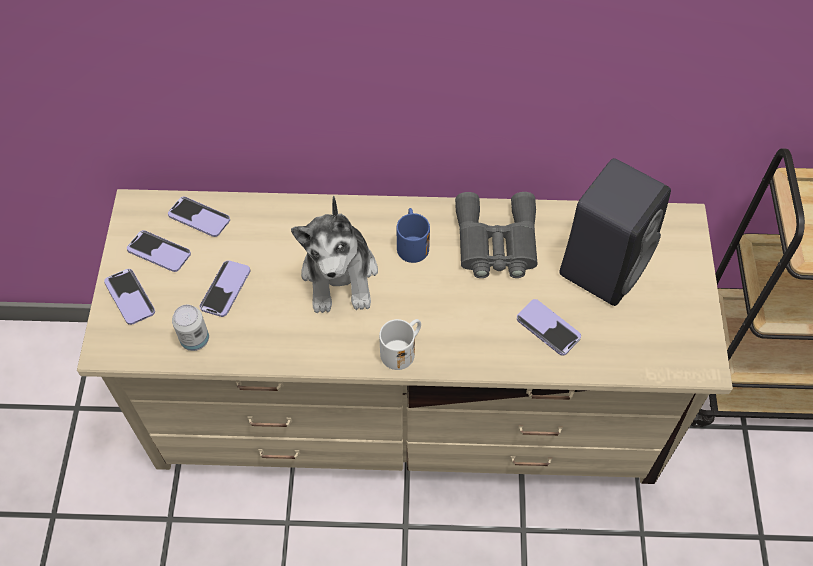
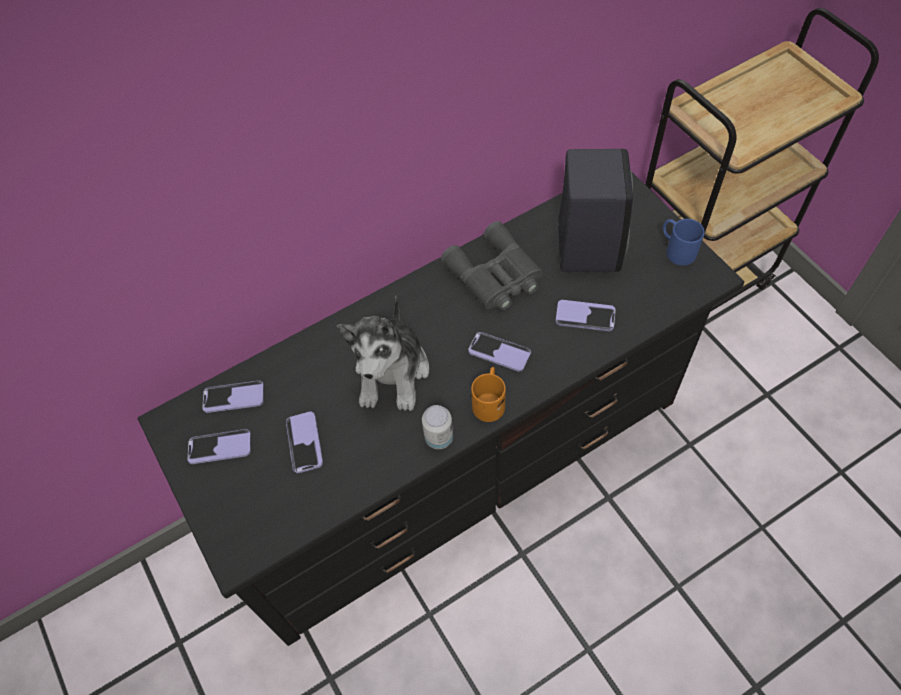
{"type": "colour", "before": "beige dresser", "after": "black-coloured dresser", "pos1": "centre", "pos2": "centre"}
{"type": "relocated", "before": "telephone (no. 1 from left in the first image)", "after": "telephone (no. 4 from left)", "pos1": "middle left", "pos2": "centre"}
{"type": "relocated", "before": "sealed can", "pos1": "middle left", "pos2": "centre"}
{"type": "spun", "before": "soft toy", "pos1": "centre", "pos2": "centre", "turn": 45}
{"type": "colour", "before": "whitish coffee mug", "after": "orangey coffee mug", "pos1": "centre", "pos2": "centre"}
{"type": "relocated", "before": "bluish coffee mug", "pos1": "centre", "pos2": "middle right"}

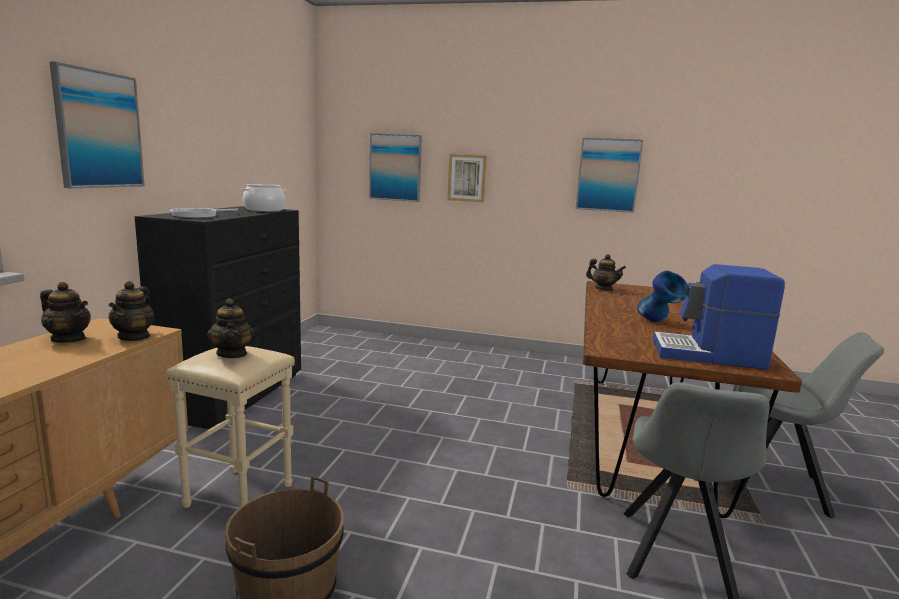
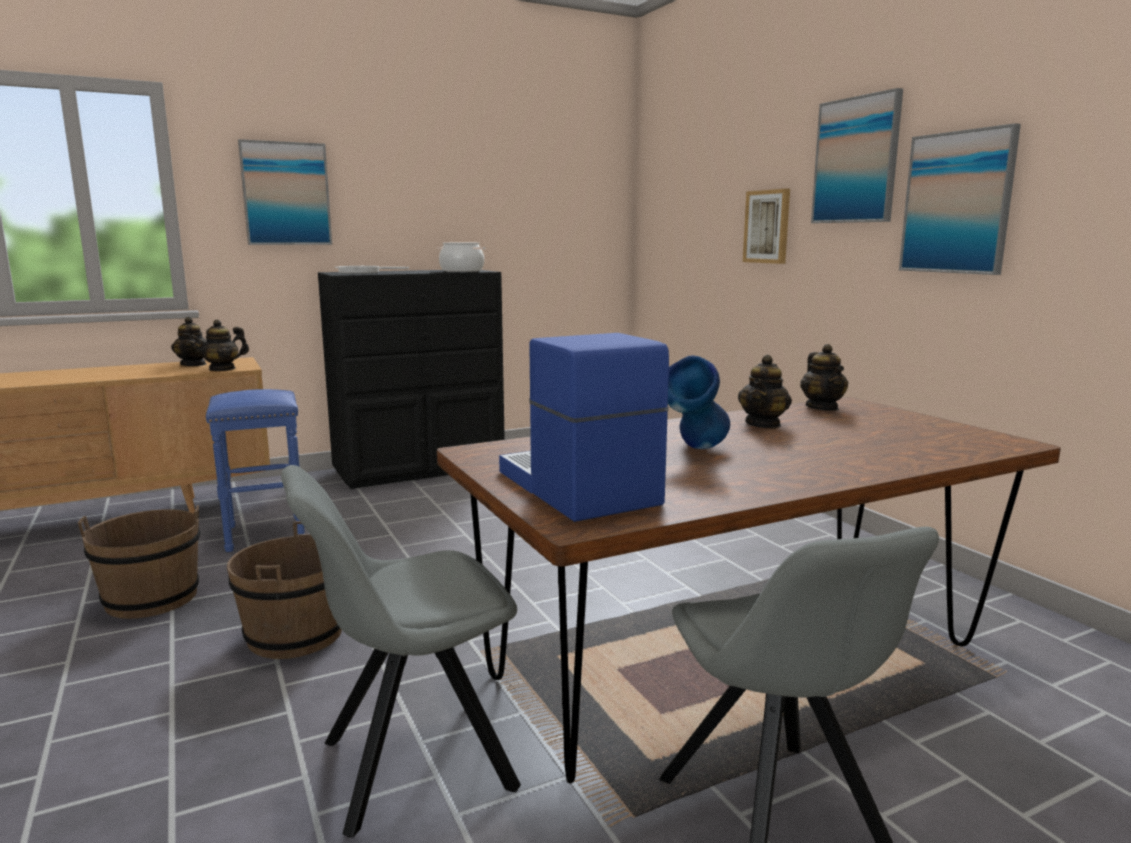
{"type": "colour", "before": "beige sitting stool", "after": "bluish sitting stool", "pos1": "bottom left", "pos2": "middle left"}
{"type": "relocated", "before": "tea pot (no. 3 from left)", "pos1": "middle left", "pos2": "middle right"}
{"type": "relocated", "before": "wall art (no. 2 from left in the first image)", "after": "wall art (no. 3 from left)", "pos1": "top centre", "pos2": "top right"}
{"type": "appeared", "after": "brown-coloured bucket (no. 2 from left)", "pos2": "bottom left"}

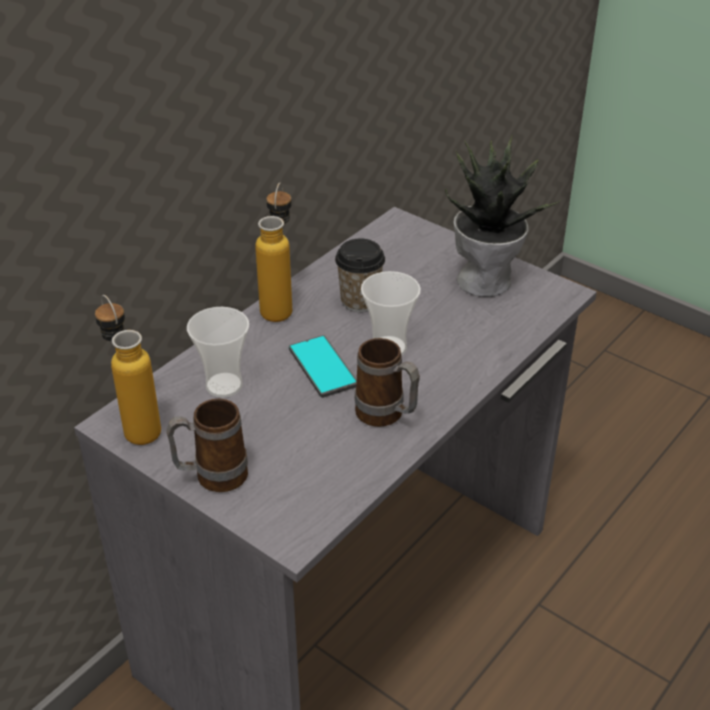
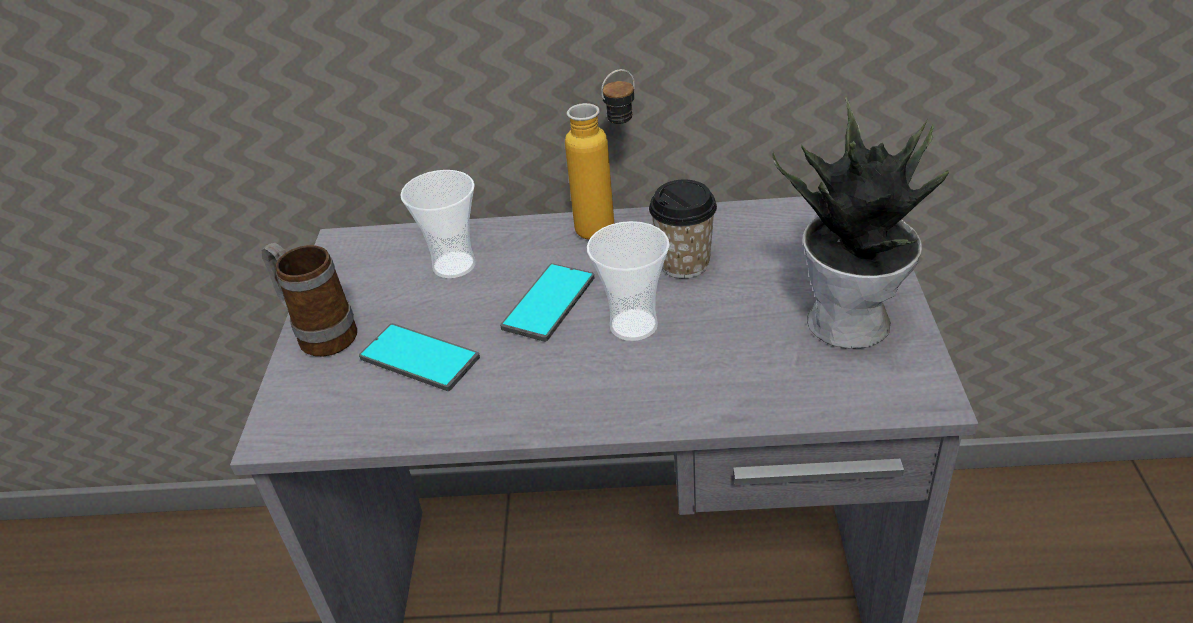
{"type": "missing", "before": "bottle (no. 1 from left)", "pos1": "middle left"}
{"type": "missing", "before": "coffee mug (no. 2 from left)", "pos1": "centre"}
{"type": "appeared", "after": "telephone (no. 1 from left)", "pos2": "centre"}

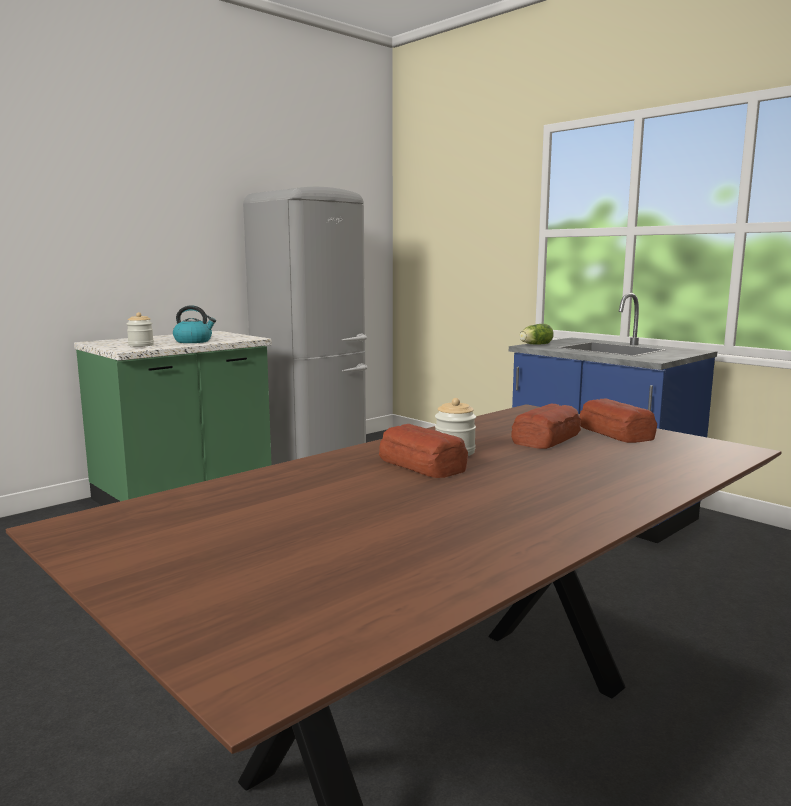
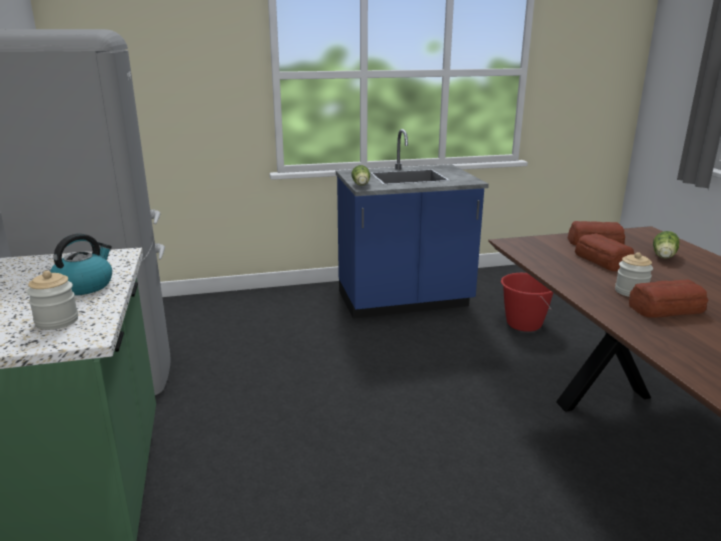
{"type": "appeared", "after": "red-coloured bucket", "pos2": "middle right"}
{"type": "appeared", "after": "head of lettuce (no. 2 from left)", "pos2": "middle right"}

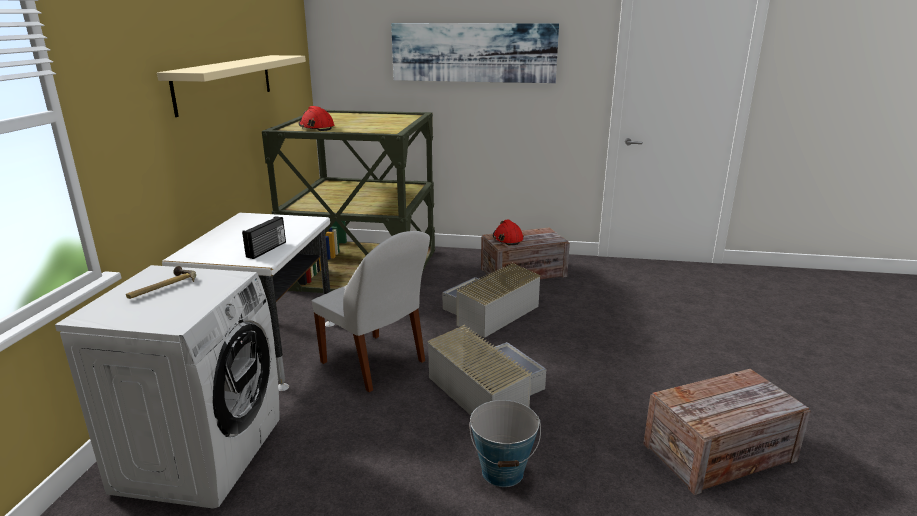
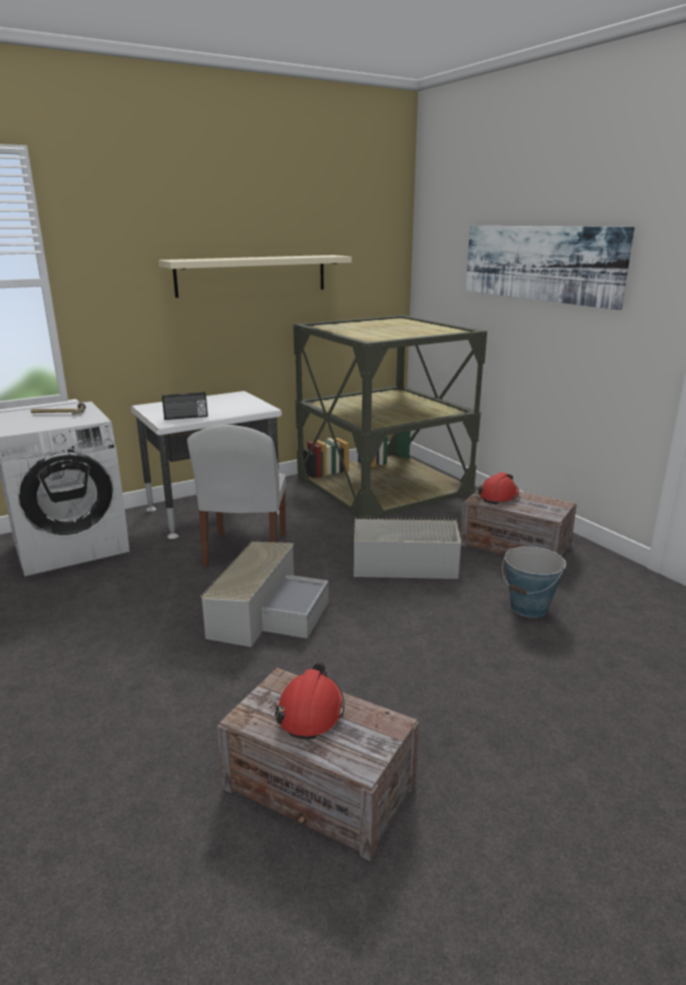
{"type": "relocated", "before": "red-coloured hard hat (no. 1 from left)", "pos1": "top centre", "pos2": "bottom centre"}
{"type": "relocated", "before": "bucket", "pos1": "bottom centre", "pos2": "middle right"}

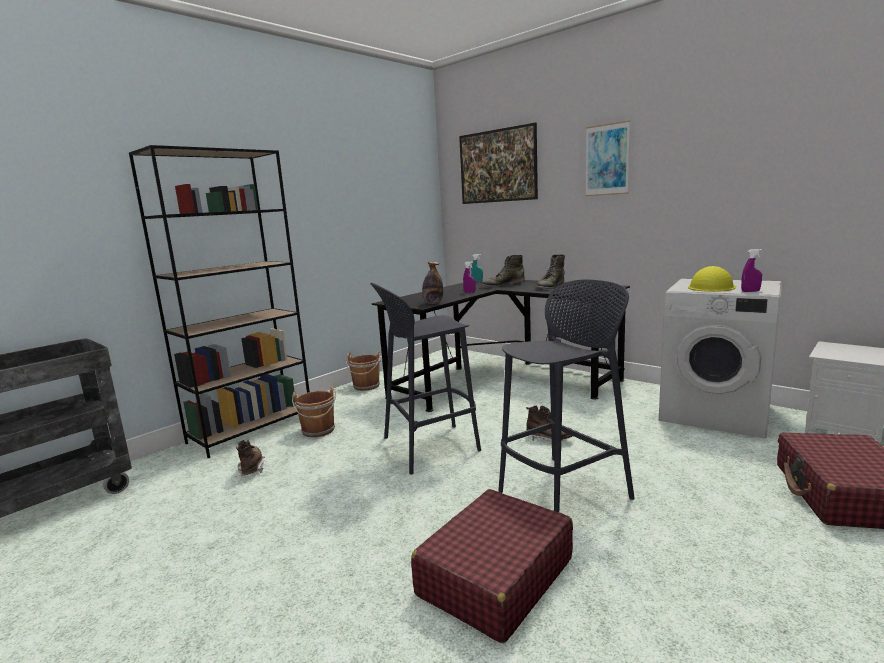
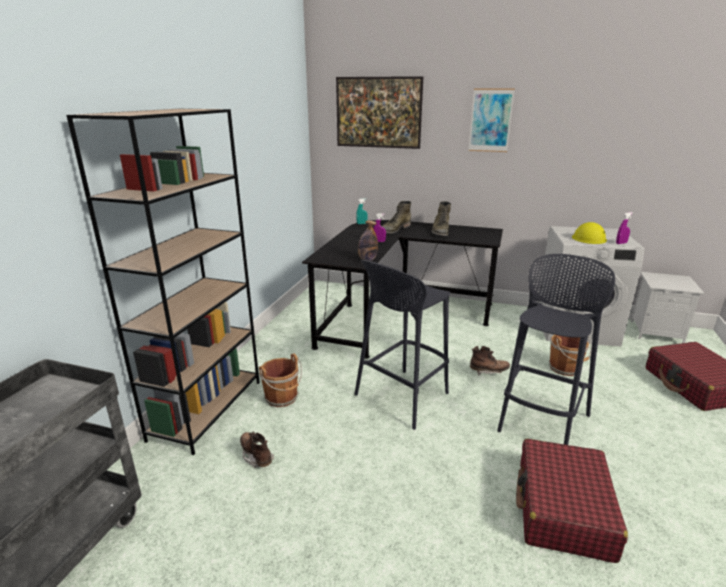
{"type": "relocated", "before": "brown-coloured bucket (no. 2 from left)", "pos1": "centre", "pos2": "middle right"}

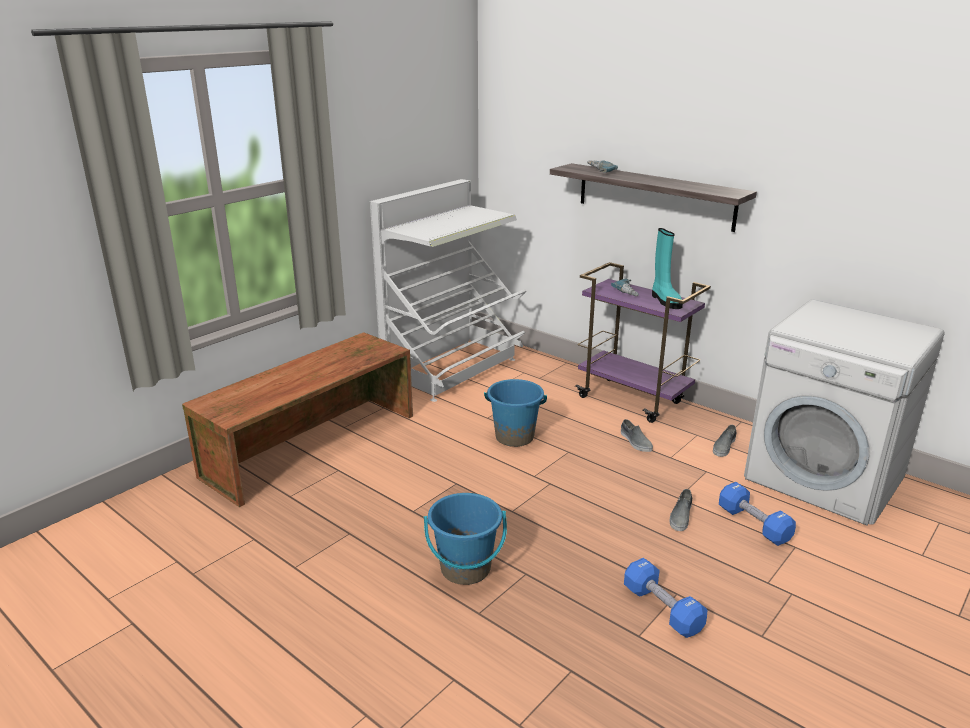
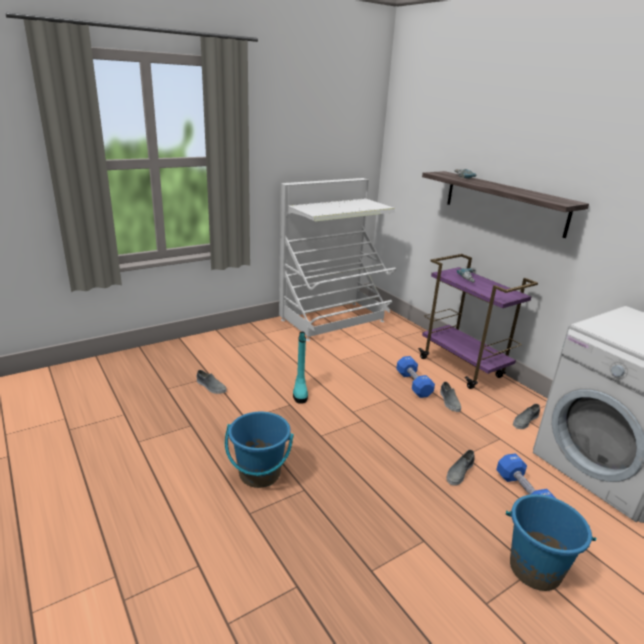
{"type": "missing", "before": "brown-coloured long seat", "pos1": "middle left"}
{"type": "relocated", "before": "bluish bucket (no. 2 from left)", "pos1": "centre", "pos2": "bottom right"}
{"type": "relocated", "before": "bluish hand weight (no. 1 from left)", "pos1": "bottom right", "pos2": "centre"}
{"type": "relocated", "before": "turquoise-coloured high-top boot", "pos1": "middle right", "pos2": "centre"}
{"type": "appeared", "after": "greyish low shoe (no. 1 from left)", "pos2": "middle left"}

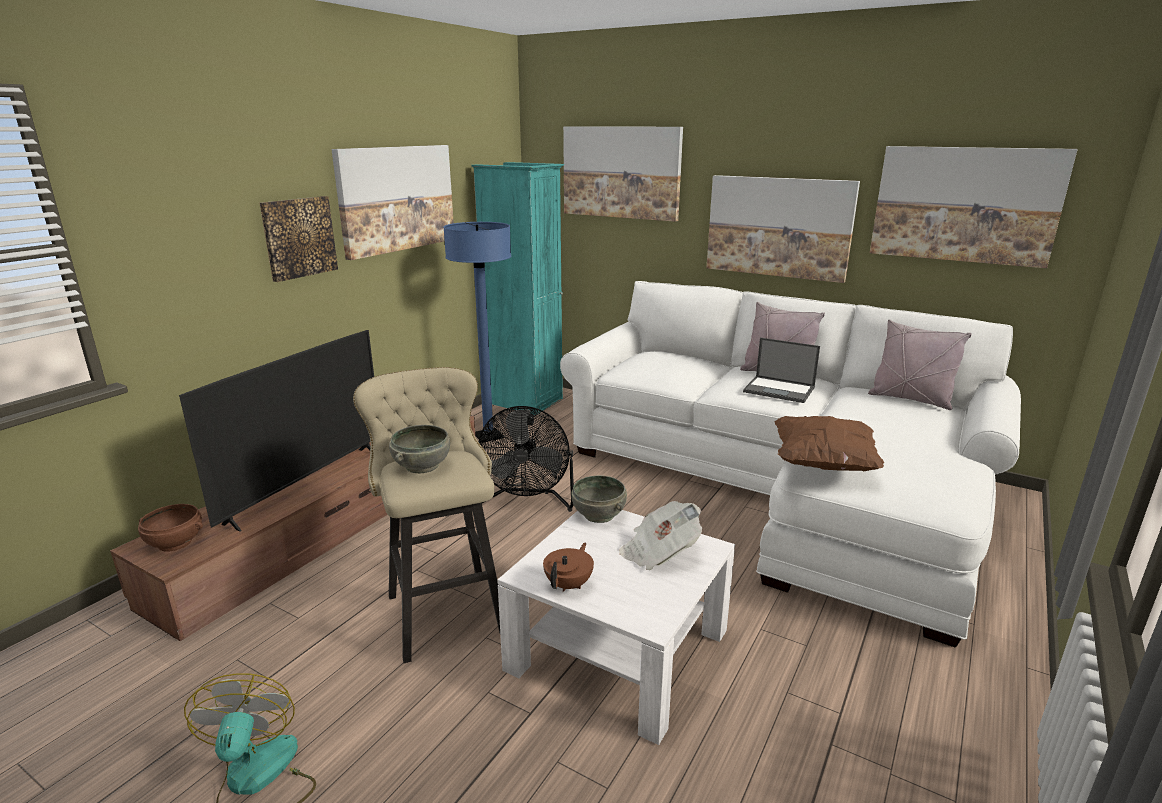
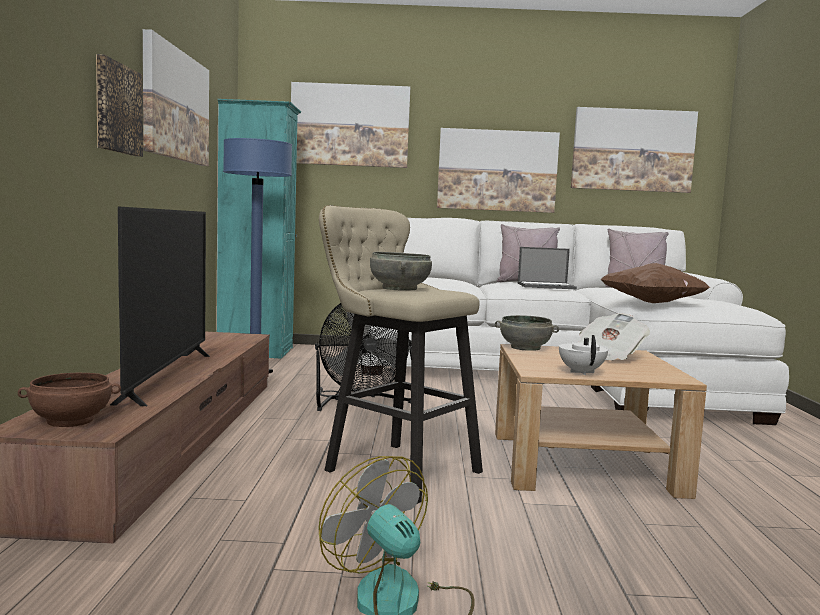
{"type": "colour", "before": "whitish coffee table", "after": "brown-coloured coffee table", "pos1": "bottom centre", "pos2": "bottom right"}
{"type": "colour", "before": "brown-coloured tea pot", "after": "whitish tea pot", "pos1": "bottom centre", "pos2": "middle right"}

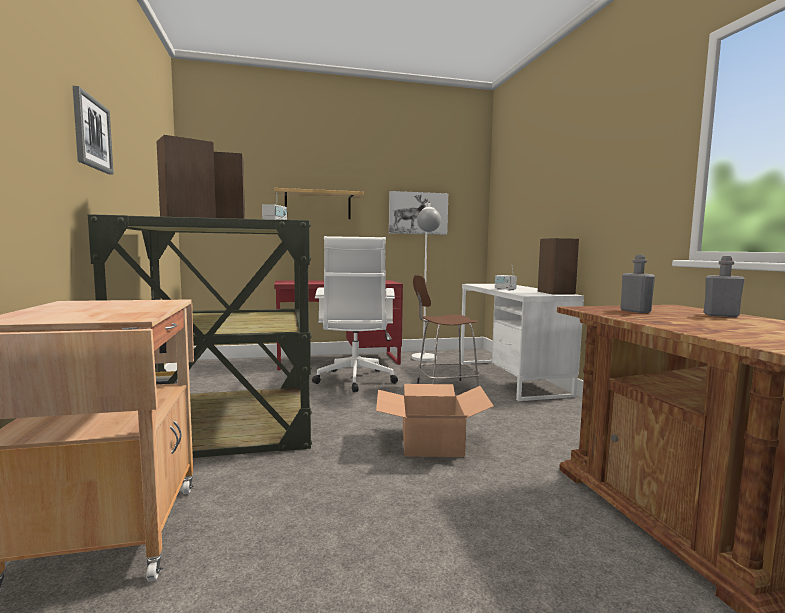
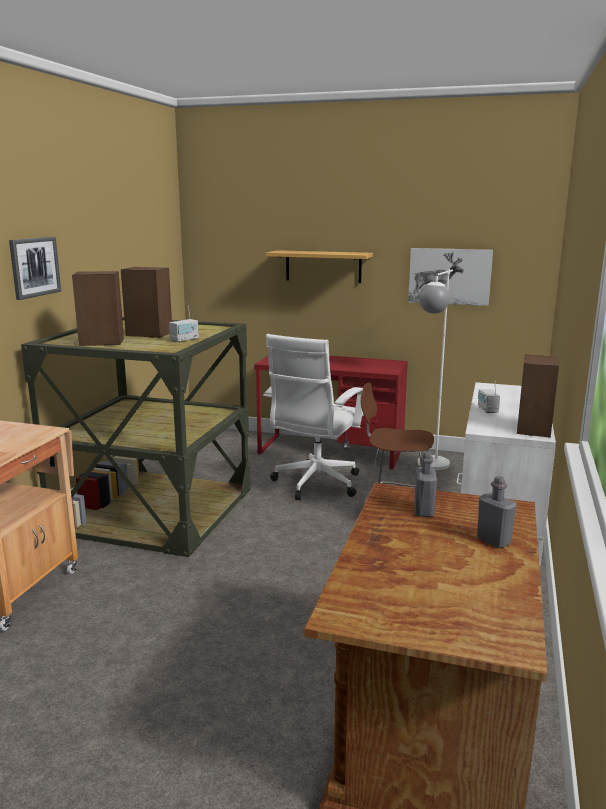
{"type": "missing", "before": "packing box", "pos1": "bottom centre"}

